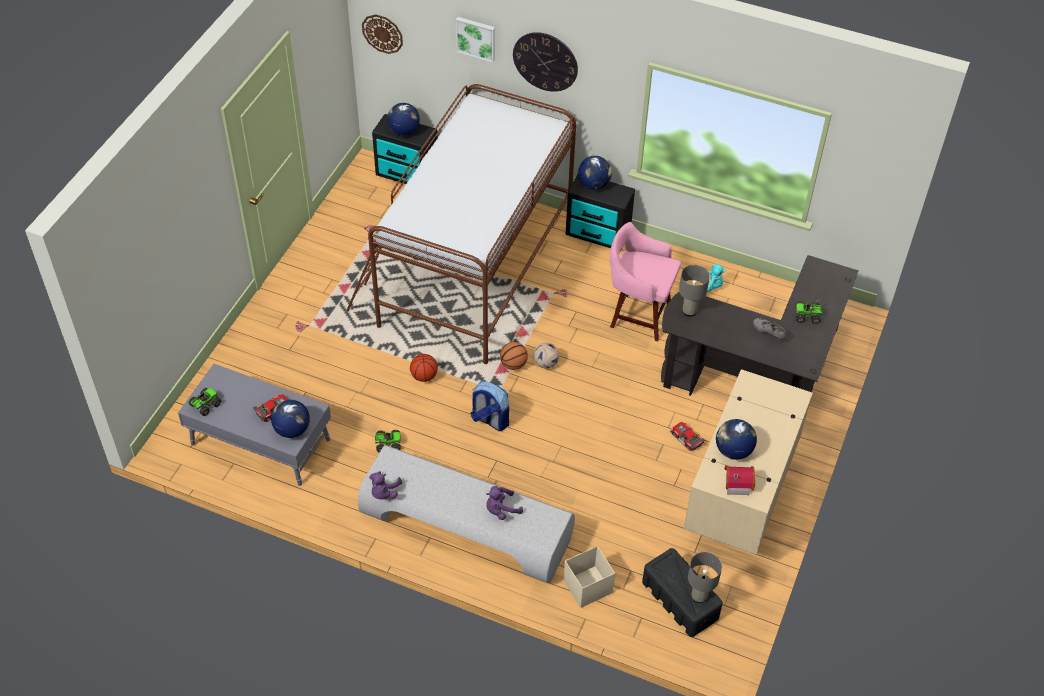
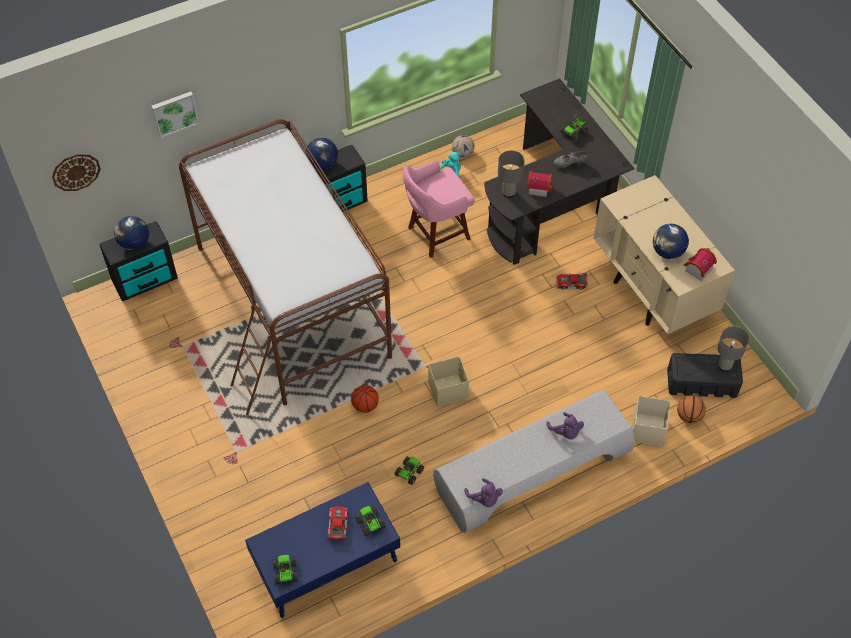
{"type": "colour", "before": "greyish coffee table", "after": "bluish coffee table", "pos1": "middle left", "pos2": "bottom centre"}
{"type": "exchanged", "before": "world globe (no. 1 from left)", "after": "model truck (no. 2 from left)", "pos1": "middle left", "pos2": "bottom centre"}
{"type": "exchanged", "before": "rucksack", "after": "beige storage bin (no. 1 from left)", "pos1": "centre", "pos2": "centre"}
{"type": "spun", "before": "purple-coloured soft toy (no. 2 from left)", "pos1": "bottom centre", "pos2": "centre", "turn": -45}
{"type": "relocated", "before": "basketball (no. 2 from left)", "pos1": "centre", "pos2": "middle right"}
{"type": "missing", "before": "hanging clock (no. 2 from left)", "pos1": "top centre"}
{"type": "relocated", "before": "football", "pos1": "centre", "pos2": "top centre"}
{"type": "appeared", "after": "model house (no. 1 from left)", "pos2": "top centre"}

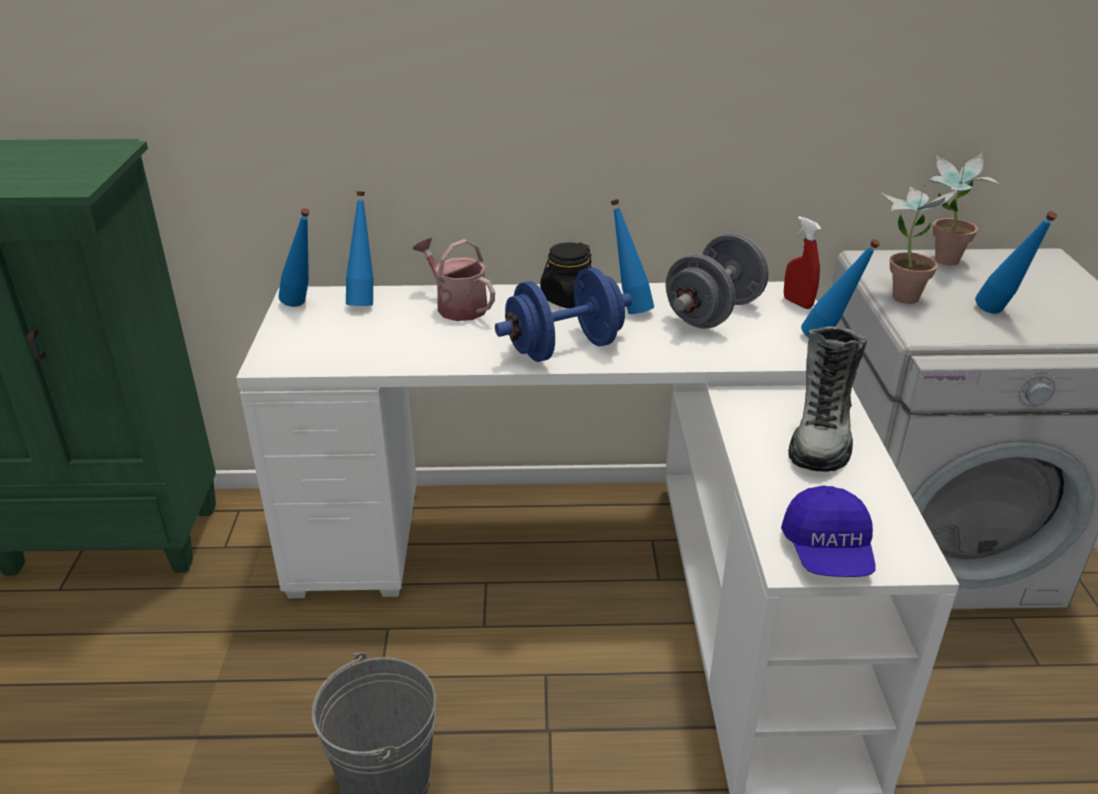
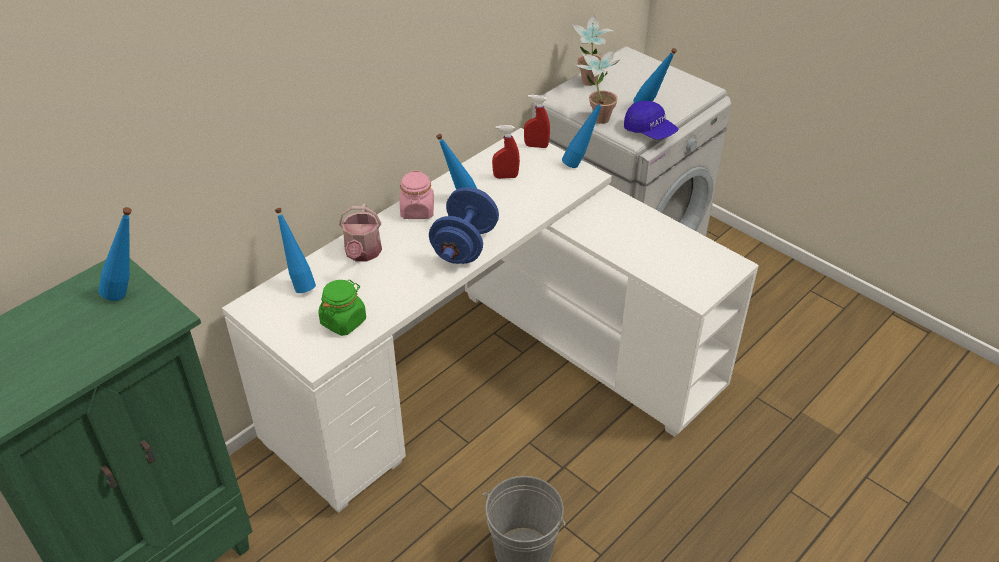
{"type": "relocated", "before": "bluish bottle (no. 1 from left)", "pos1": "top left", "pos2": "middle left"}
{"type": "spun", "before": "sprinkling can", "pos1": "centre", "pos2": "centre", "turn": -90}
{"type": "colour", "before": "black-coloured preserve jar", "after": "pinkish preserve jar", "pos1": "centre", "pos2": "centre"}
{"type": "exchanged", "before": "greyish hand weight", "after": "red-coloured sprayer (no. 1 from left)", "pos1": "centre", "pos2": "top centre"}
{"type": "relocated", "before": "bluish baseball cap", "pos1": "bottom right", "pos2": "top centre"}
{"type": "missing", "before": "high-top boot", "pos1": "middle right"}
{"type": "appeared", "after": "greenish preserve jar", "pos2": "centre"}

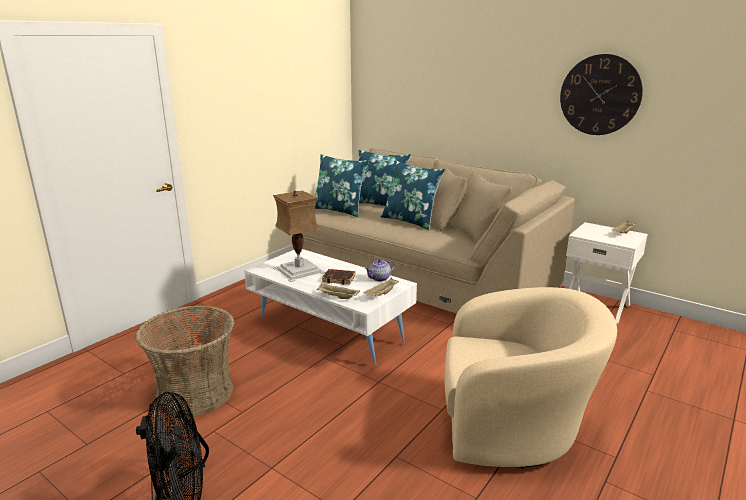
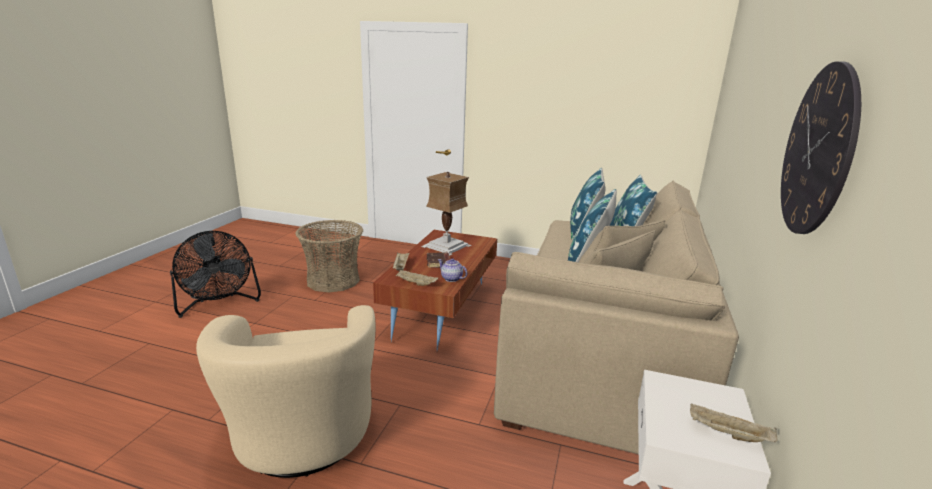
{"type": "colour", "before": "whitish coffee table", "after": "brown-coloured coffee table", "pos1": "centre", "pos2": "centre"}

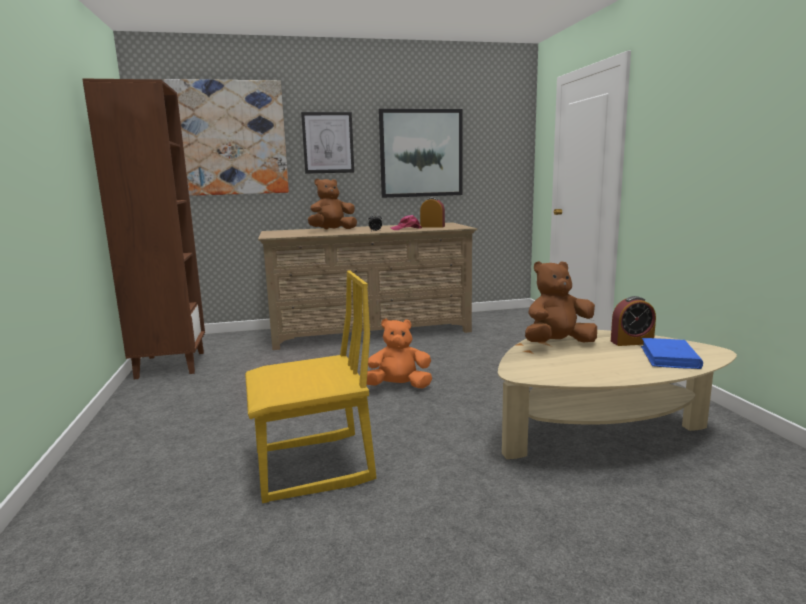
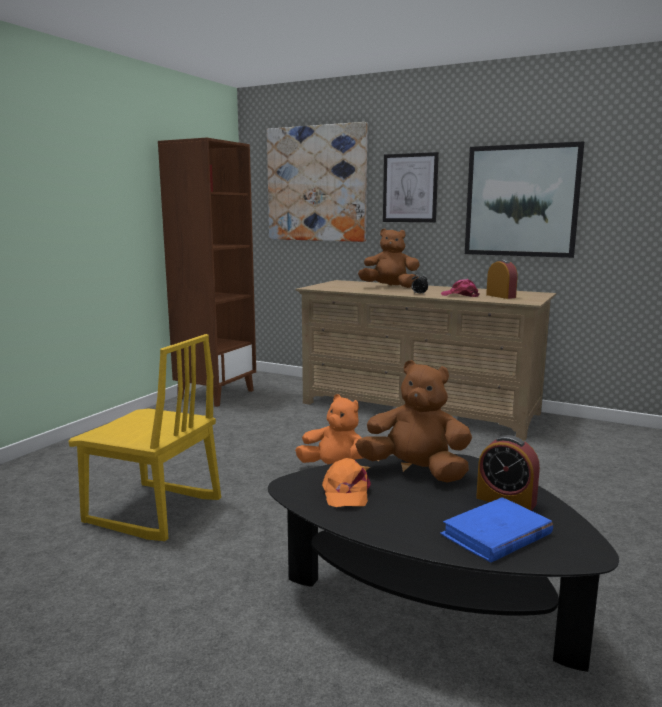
{"type": "colour", "before": "beige coffee table", "after": "black-coloured coffee table", "pos1": "middle right", "pos2": "bottom right"}
{"type": "appeared", "after": "orangey baseball cap", "pos2": "bottom centre"}

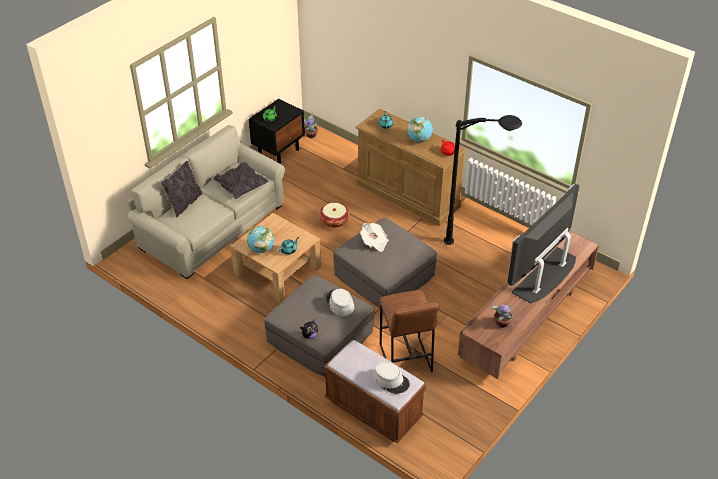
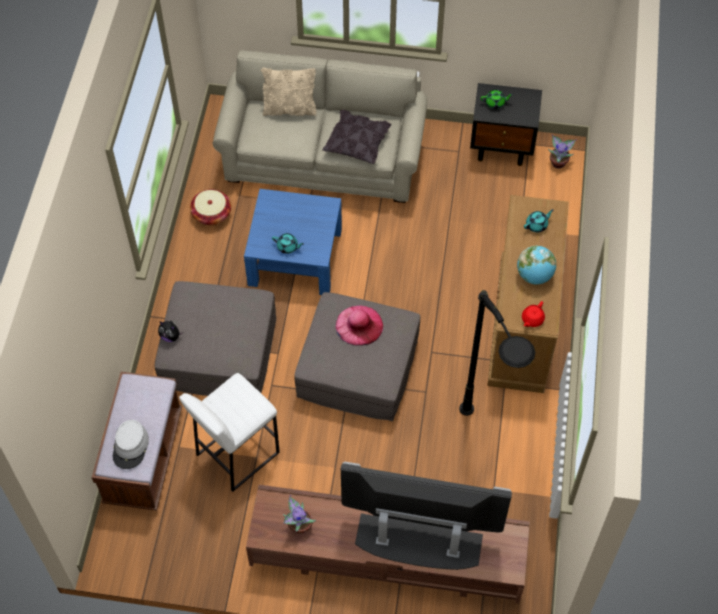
{"type": "colour", "before": "black-coloured throw pillow (no. 1 from left)", "after": "beige throw pillow", "pos1": "middle left", "pos2": "top centre"}
{"type": "colour", "before": "brown-coloured coffee table", "after": "bluish coffee table", "pos1": "centre", "pos2": "centre"}
{"type": "missing", "before": "world globe (no. 1 from left)", "pos1": "centre"}
{"type": "relocated", "before": "basket", "pos1": "centre", "pos2": "middle left"}
{"type": "missing", "before": "greyish clothing hat (no. 1 from left)", "pos1": "centre"}
{"type": "exchanged", "before": "newspaper", "after": "pinkish clothing hat", "pos1": "centre", "pos2": "centre"}
{"type": "colour", "before": "brown-coloured sitting stool", "after": "whitish sitting stool", "pos1": "bottom centre", "pos2": "bottom left"}

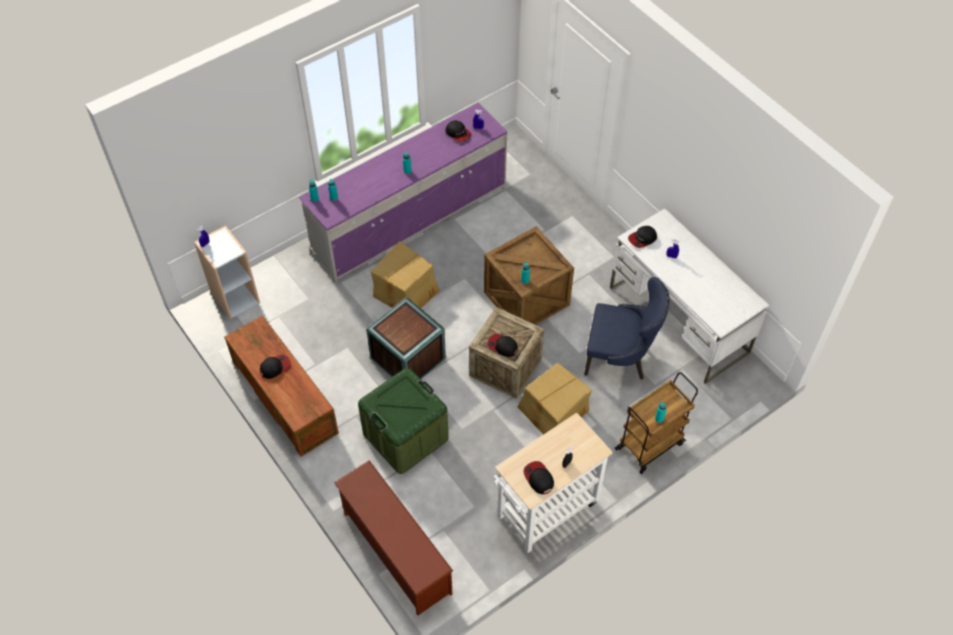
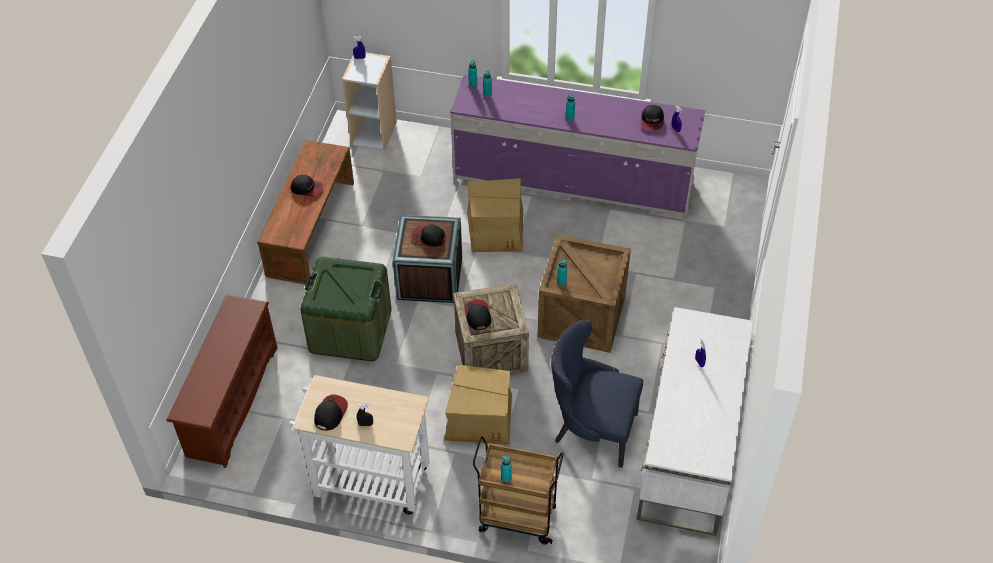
{"type": "spun", "before": "bluish plain chair", "pos1": "centre", "pos2": "bottom centre", "turn": 135}
{"type": "relocated", "before": "baseball cap (no. 5 from left in the first image)", "after": "baseball cap (no. 3 from left)", "pos1": "middle right", "pos2": "centre"}

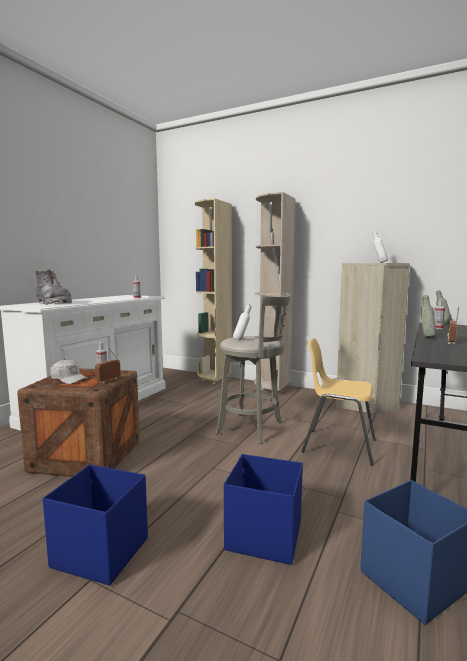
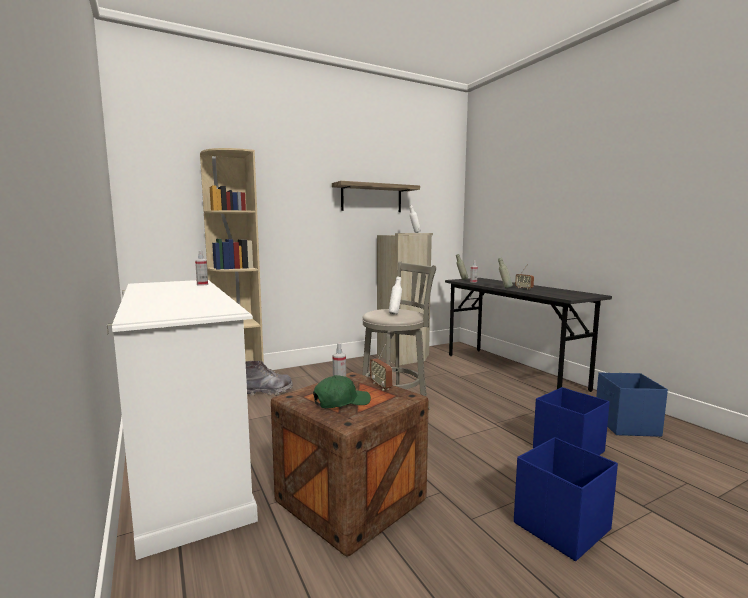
{"type": "relocated", "before": "greyish high-top boot", "pos1": "middle left", "pos2": "centre"}
{"type": "colour", "before": "whitish baseball cap", "after": "greenish baseball cap", "pos1": "middle left", "pos2": "centre"}
{"type": "missing", "before": "beige bookcase (no. 2 from left)", "pos1": "centre"}
{"type": "missing", "before": "yellowish plain chair", "pos1": "middle right"}
{"type": "appeared", "after": "bracket shelf", "pos2": "top centre"}

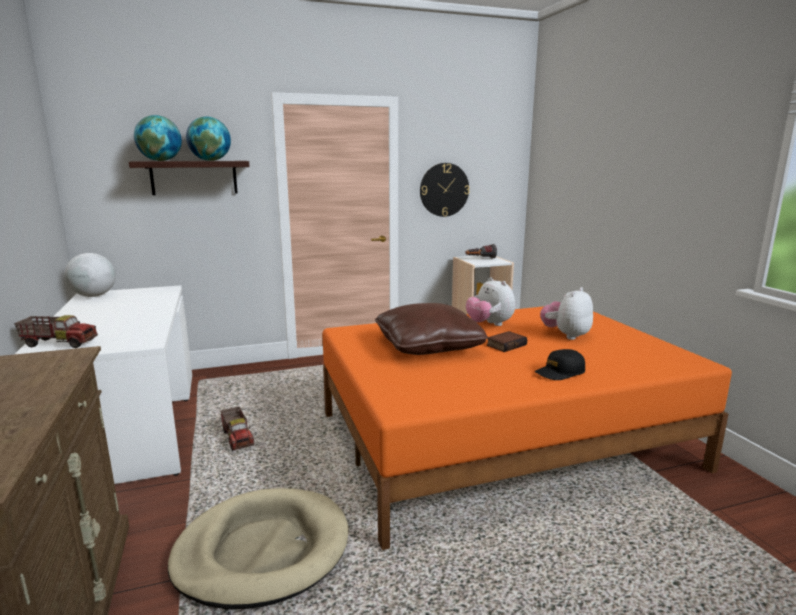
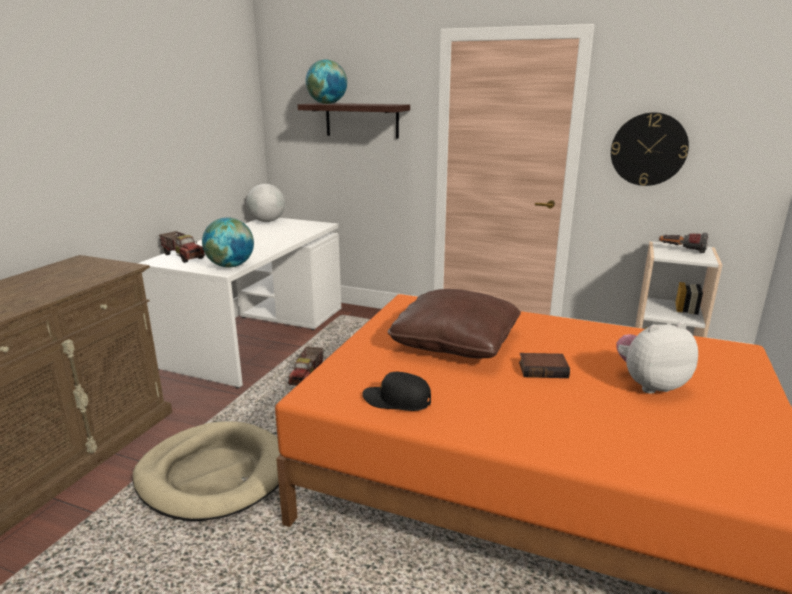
{"type": "relocated", "before": "world globe (no. 3 from left in the first image)", "after": "world globe (no. 1 from left)", "pos1": "top left", "pos2": "middle left"}
{"type": "missing", "before": "soft toy (no. 1 from left)", "pos1": "centre"}
{"type": "relocated", "before": "black-coloured baseball cap", "pos1": "middle right", "pos2": "centre"}

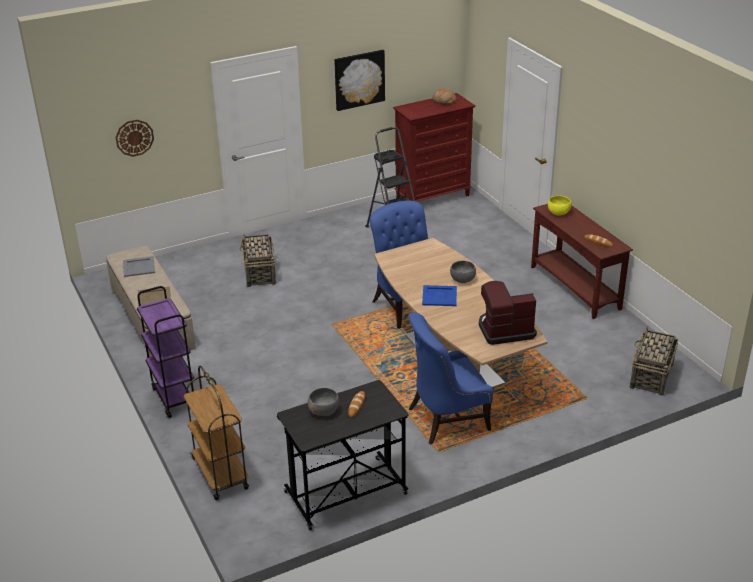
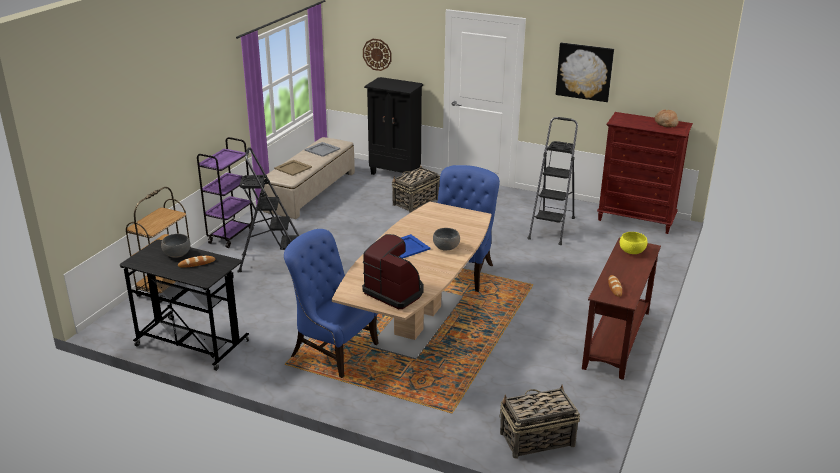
{"type": "appeared", "after": "step ladder (no. 1 from left)", "pos2": "middle left"}
{"type": "appeared", "after": "black-coloured cabinet", "pos2": "top centre"}

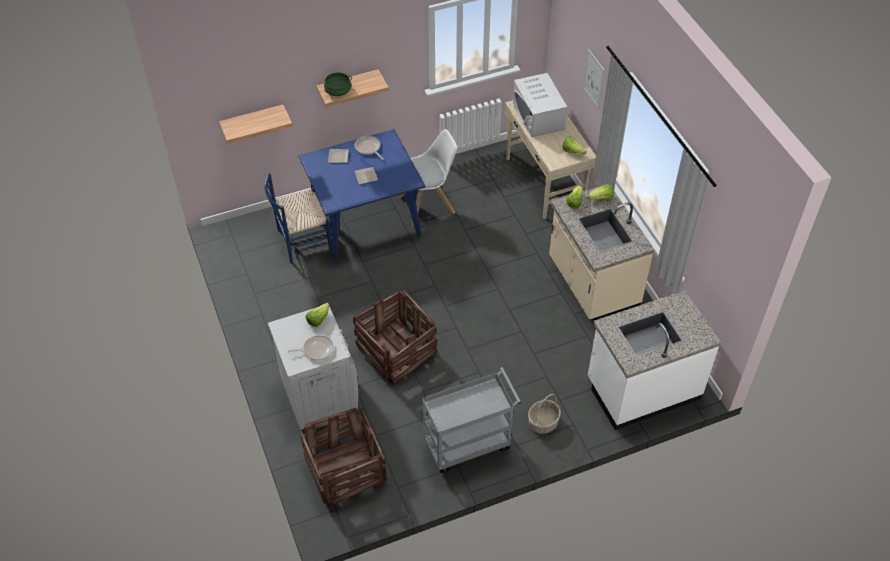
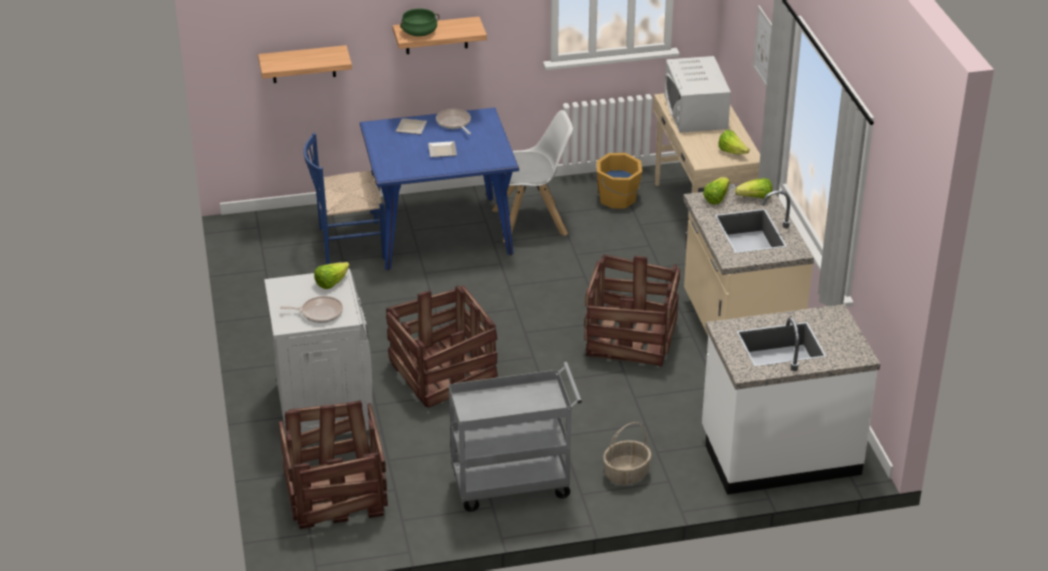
{"type": "appeared", "after": "packing crate (no. 3 from left)", "pos2": "centre"}
{"type": "appeared", "after": "orangey bucket", "pos2": "top centre"}

